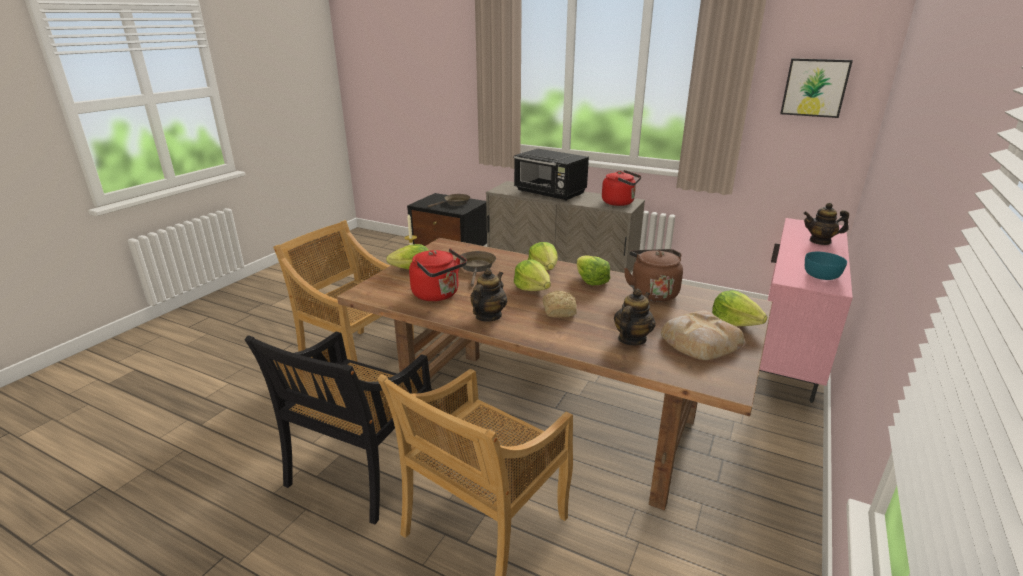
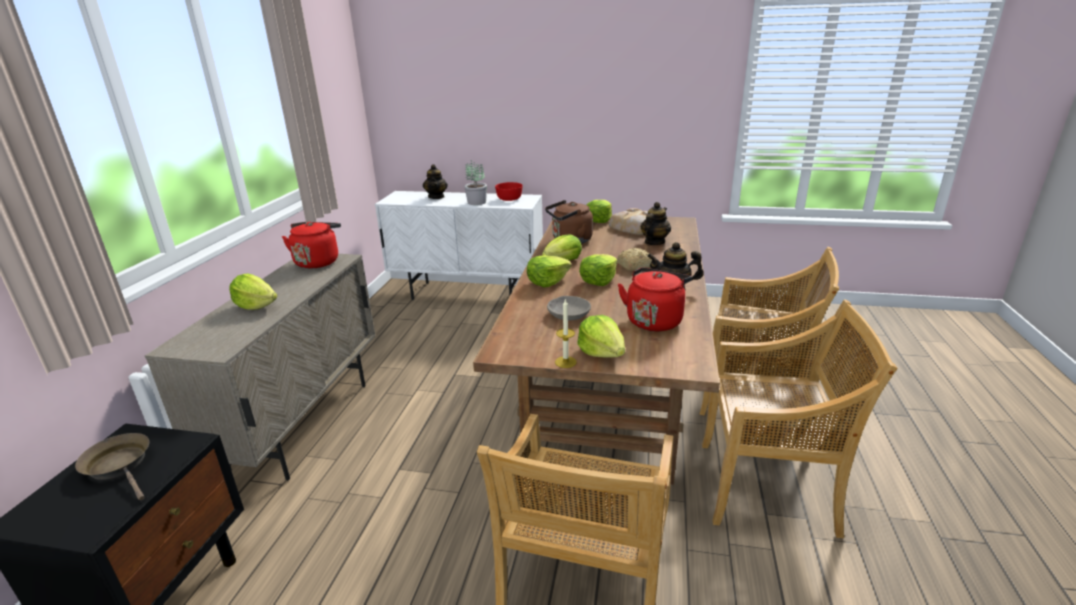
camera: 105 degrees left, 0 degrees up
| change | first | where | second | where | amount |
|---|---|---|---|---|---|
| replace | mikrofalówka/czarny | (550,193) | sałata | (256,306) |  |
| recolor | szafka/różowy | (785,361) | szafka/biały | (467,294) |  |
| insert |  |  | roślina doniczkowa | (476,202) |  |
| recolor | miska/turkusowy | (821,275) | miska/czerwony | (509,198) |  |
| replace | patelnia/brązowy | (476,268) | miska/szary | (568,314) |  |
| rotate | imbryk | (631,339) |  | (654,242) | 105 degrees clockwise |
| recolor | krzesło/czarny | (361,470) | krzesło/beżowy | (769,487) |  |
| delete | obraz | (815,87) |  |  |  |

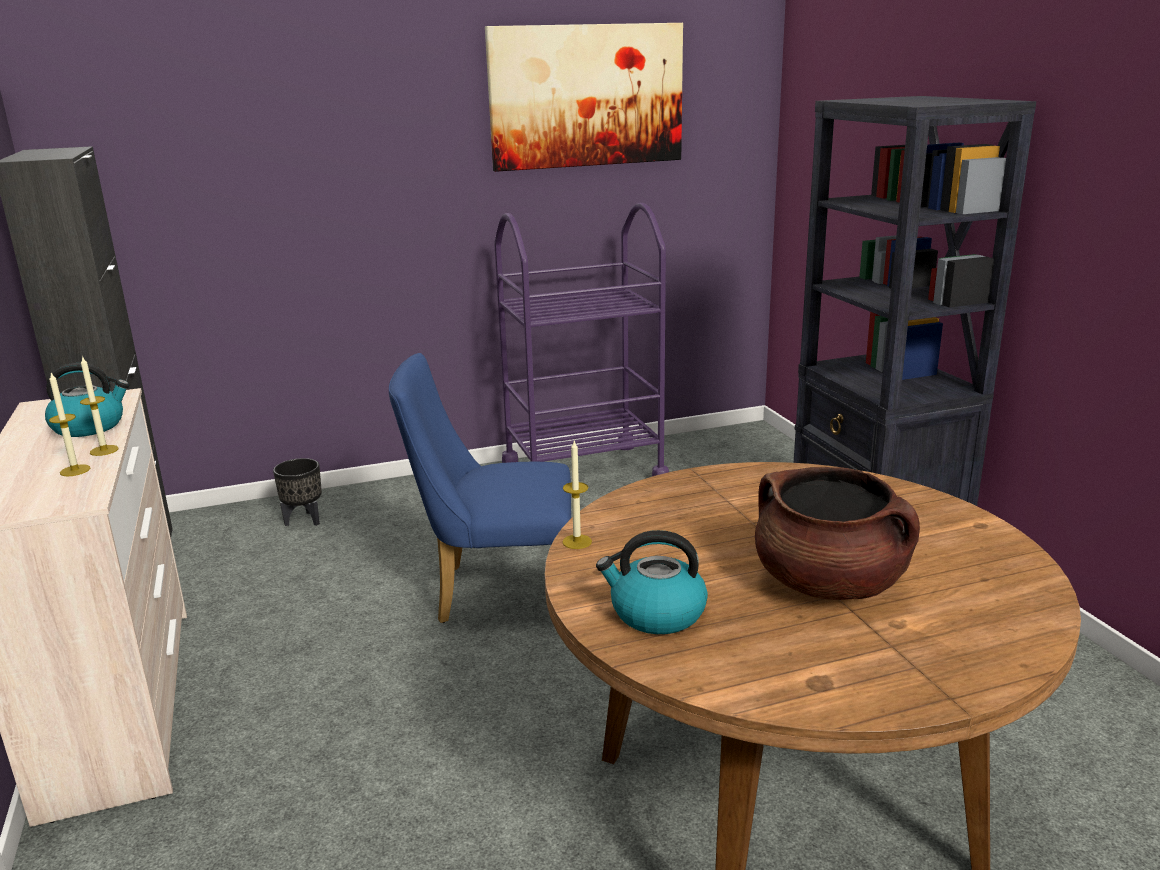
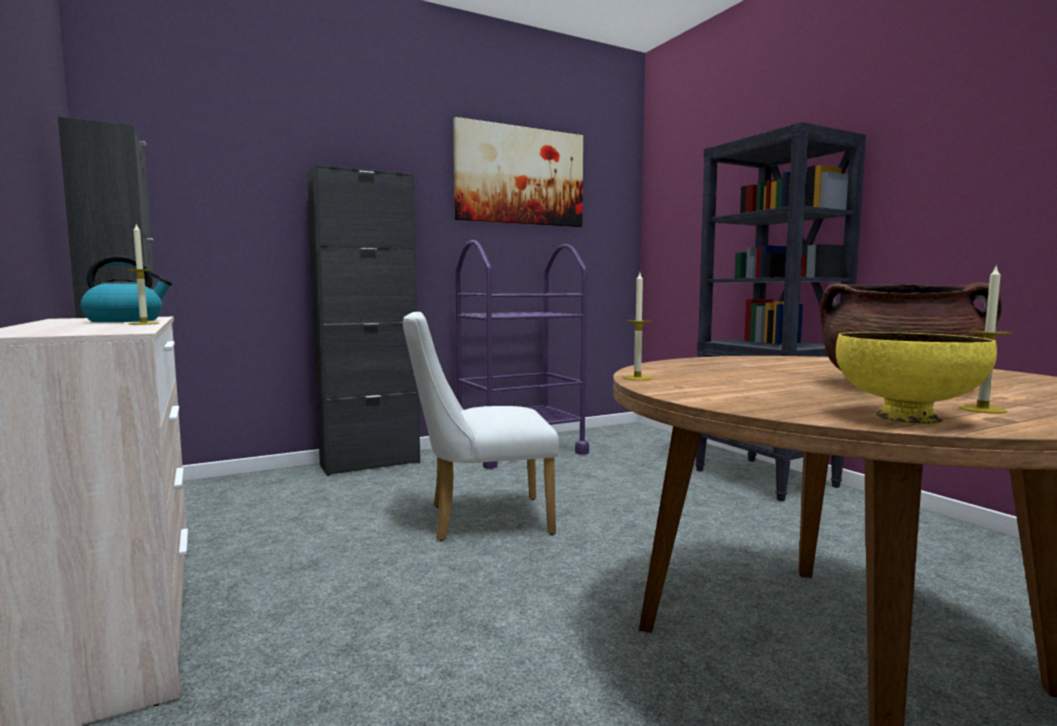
camera: 10 degrees left, 15 degrees down
| change | first | where | second | where | amount |
|---|---|---|---|---|---|
| insert |  |  | szafka/czarny | (370,464) |  |
| recolor | krzesło/niebieski | (494,593) | krzesło/biały | (479,519) |  |
| insert |  |  | miska/żółty | (904,418) |  |
| move | świeca | (75,470) |  | (982,409) |  |
| delete | donica/czarny | (304,520) |  |  |  |
| delete | czajnik | (656,613) |  |  |  |

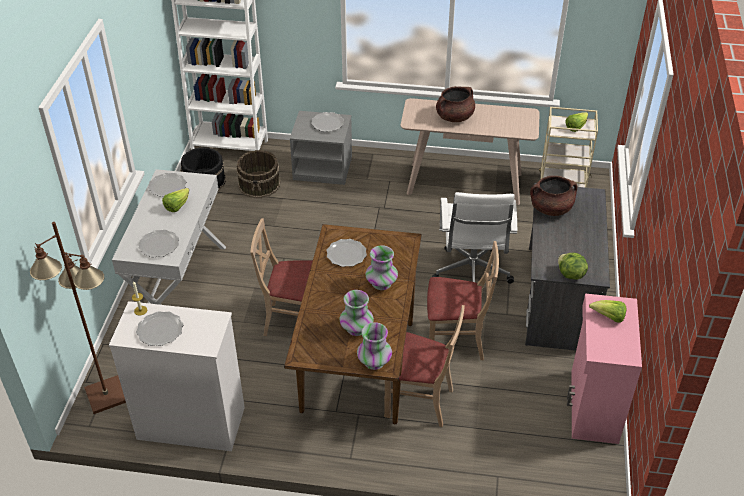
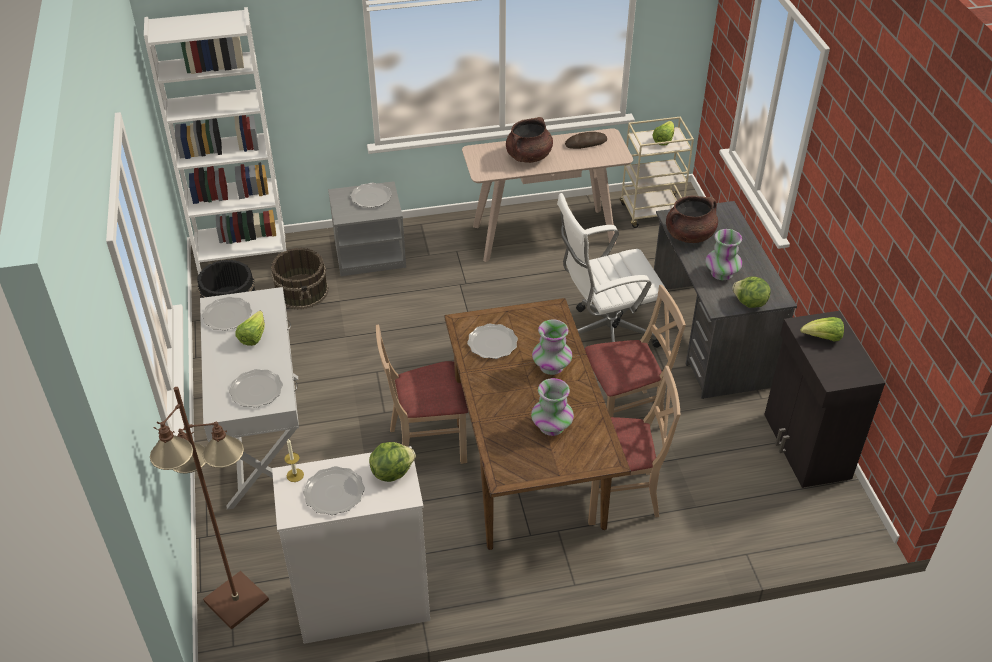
camera: 20 degrees left, 0 degrees up
| change | first | where | second | where | amount |
|---|---|---|---|---|---|
| insert |  |  | sałata | (391,472) |  |
| rotate | krzesło biurowe/biały | (471,276) |  | (604,337) | 90 degrees clockwise |
| insert |  |  | chleb | (586,143) |  |
| move | wazon | (374,361) |  | (721,273) |  |
| recolor | szafka/różowy | (592,407) | szafka/czarny | (805,446) |  |

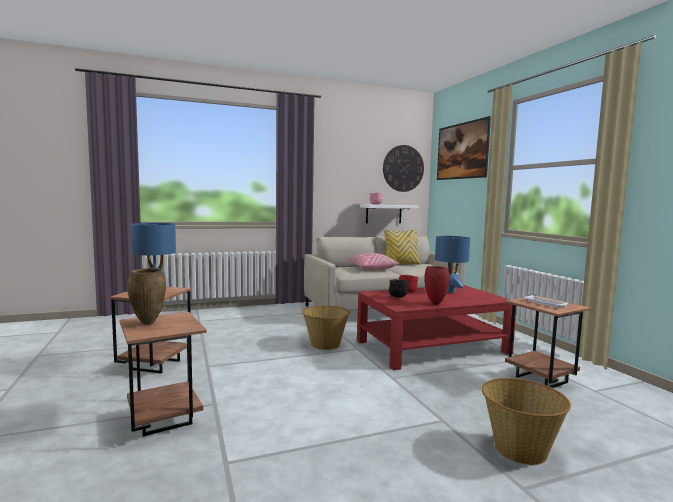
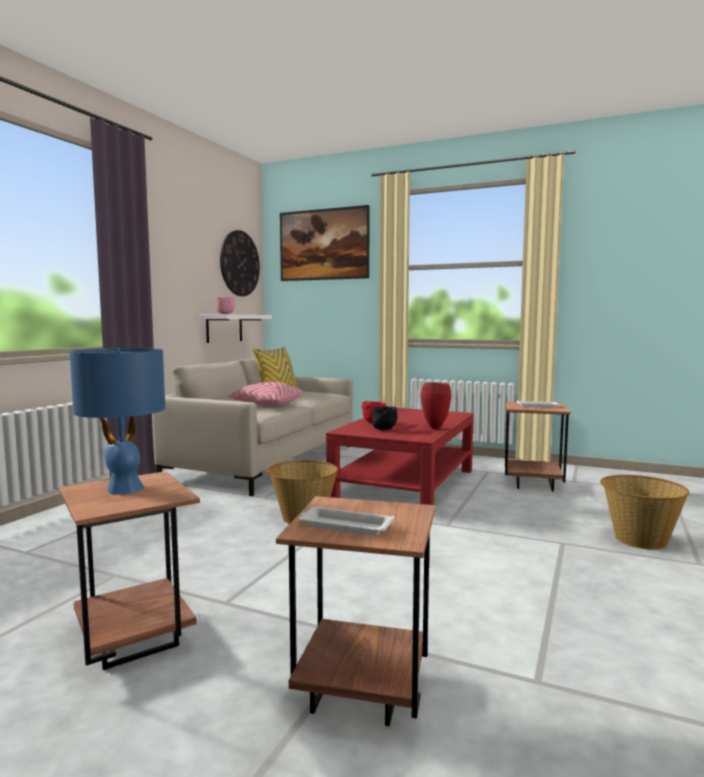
camera: 45 degrees left, 0 degrees up
| change | first | where | second | where | amount |
|---|---|---|---|---|---|
| replace | wazon/brązowy | (147,324) | taca/biały | (344,526) |  |
| delete | lampa stołowa/niebieski | (449,291) |  |  |  |

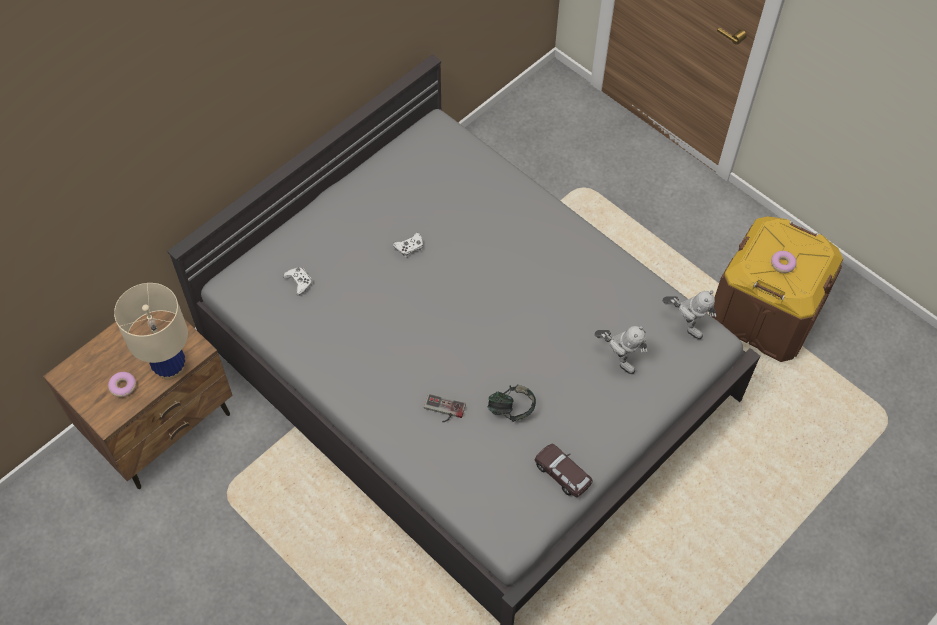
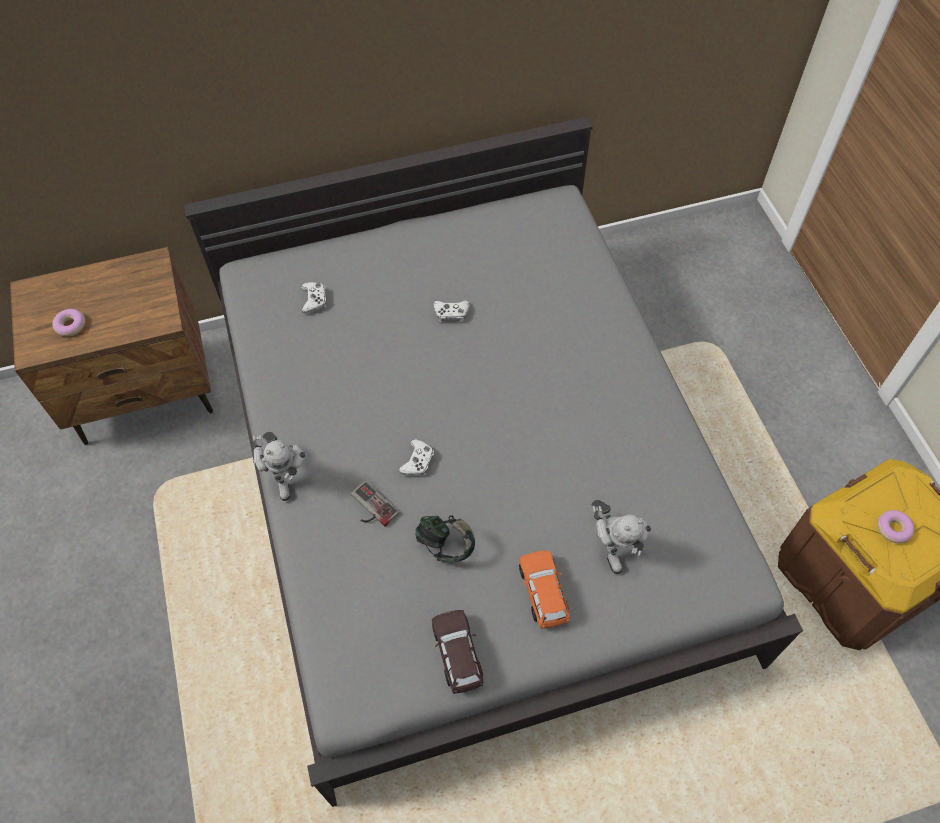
camera: 30 degrees right, 0 degrees up
| change | first | where | second | where | amount |
|---|---|---|---|---|---|
| move | robot zabawkowy | (686,324) |  | (285,476) |  |
| insert |  |  | pad do gier/biały | (418,461) |  |
| insert |  |  | samochodzik/pomarańczowy | (543,593) |  |
| delete | lampa stołowa/beżowy | (170,367) |  |  |  |

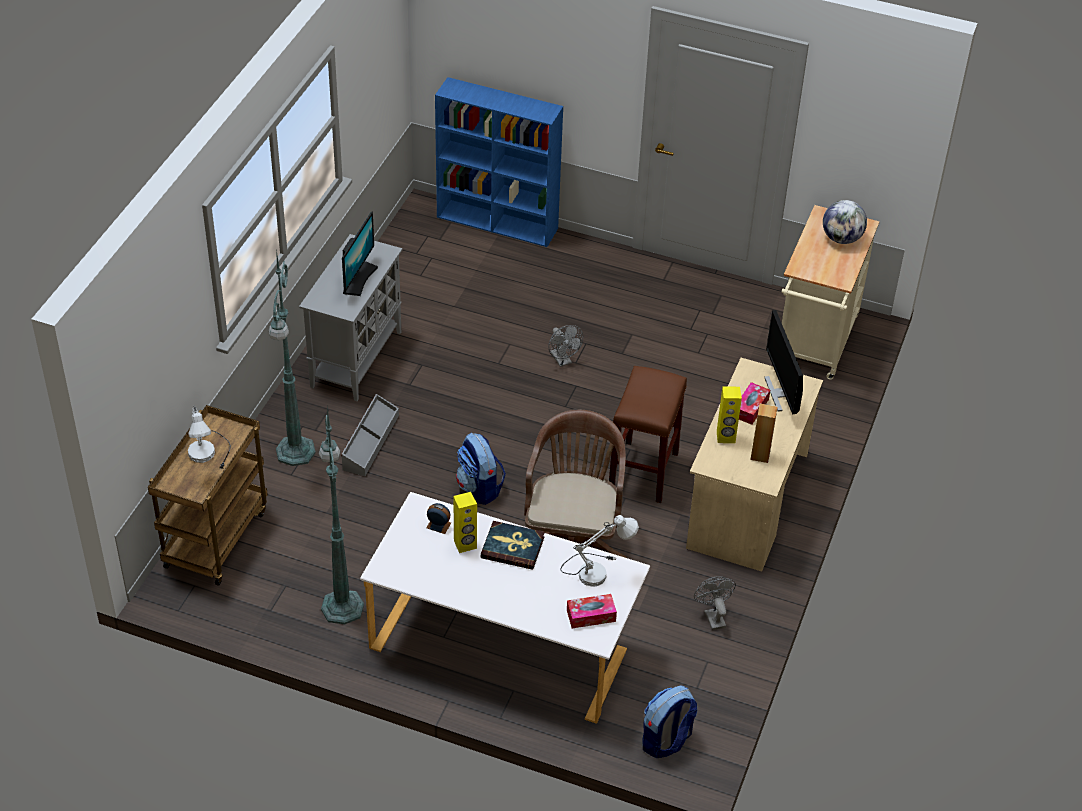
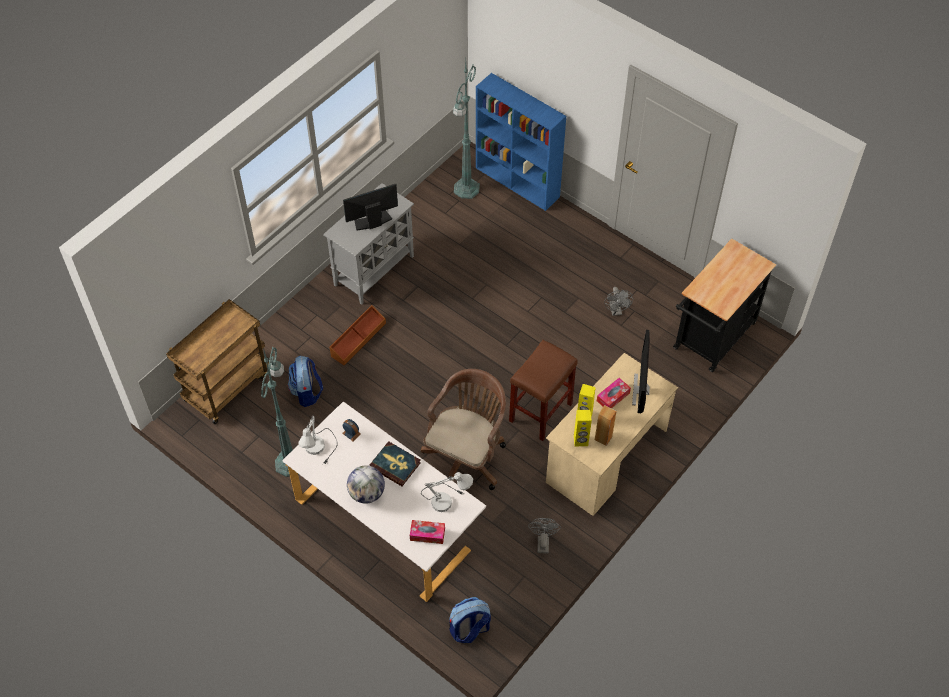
camera: 20 degrees right, 10 degrees up
| change | first | where | second | where | amount |
|---|---|---|---|---|---|
| move | plecak | (480,488) |  | (307,392) |  |
| move | lampa stołowa/biały | (210,456) |  | (320,450) |  |
| recolor | pojemnik do przechowywania/szary | (370,442) | pojemnik do przechowywania/brązowy | (358,339) |  |
| rotate | monitor | (358,279) |  | (372,221) | 150 degrees counterclockwise |
| move | globus | (841,238) |  | (367,493) |  |
| move | lampa stojąca/zielony | (295,453) |  | (465,190) |  |
| move | głośnik/żółty | (465,544) |  | (580,441) |  |
| move | wentylator/szary | (563,361) |  | (616,311) |  |
| recolor | wózek/beżowy | (814,345) | wózek/czarny | (711,340) |  |

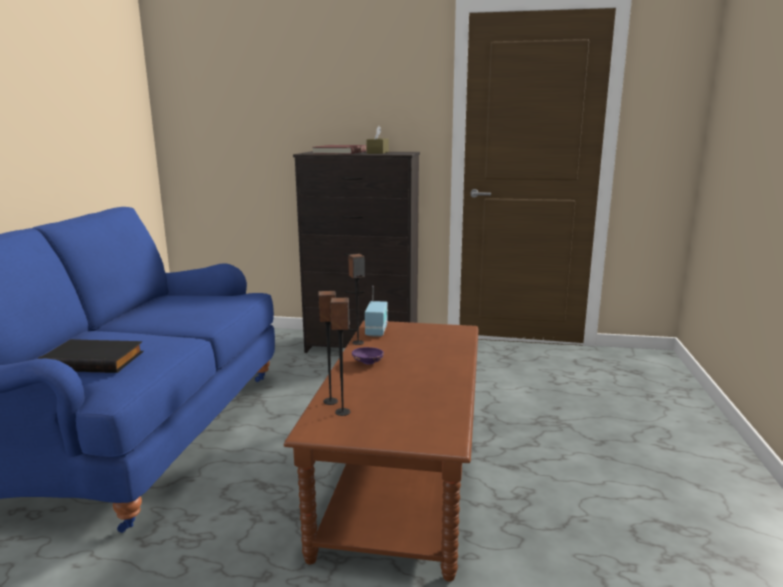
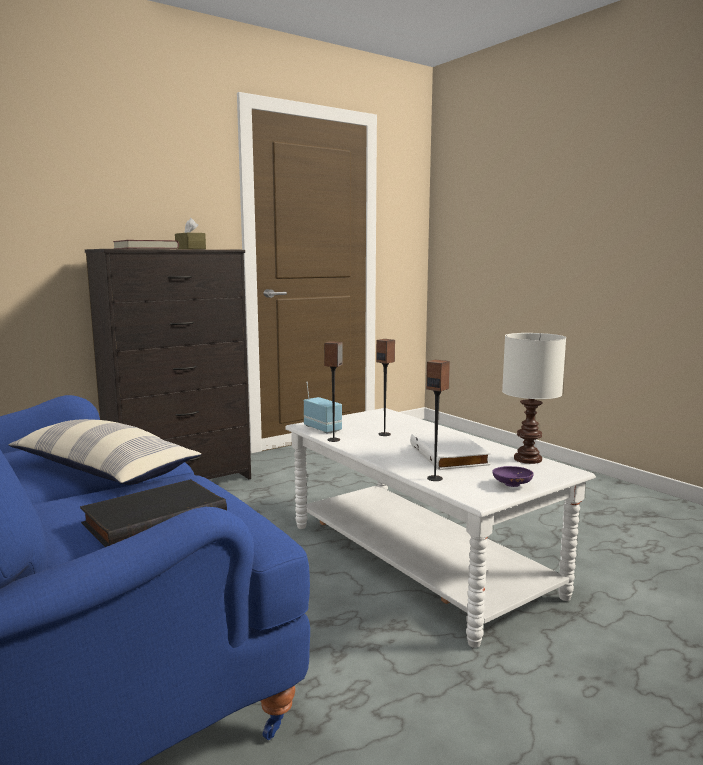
camera: 45 degrees left, 5 degrees down
| change | first | where | second | where | amount |
|---|---|---|---|---|---|
| insert |  |  | poduszka | (103,471) |  |
| recolor | ława/brązowy | (402,476) | ława/biały | (417,559) |  |
| move | głośnik | (343,412) |  | (384,434) |  |
| insert |  |  | książka/biały | (450,455) |  |
| move | miska/fioletowy | (367,362) |  | (512,485) |  |
| insert |  |  | lampa stołowa/biały | (528,459) |  |

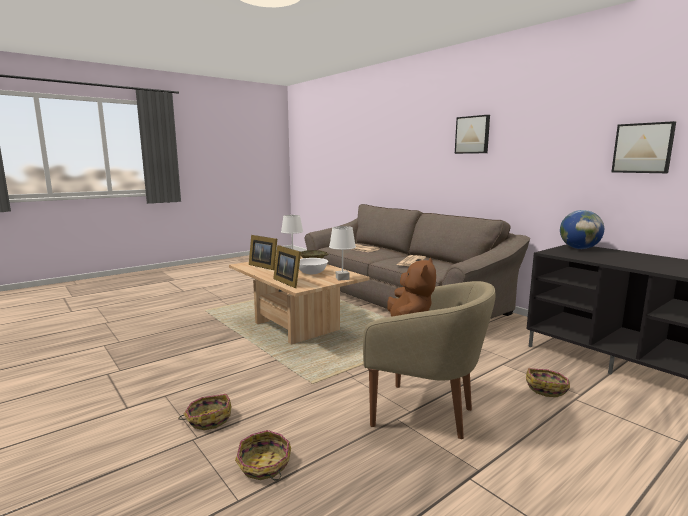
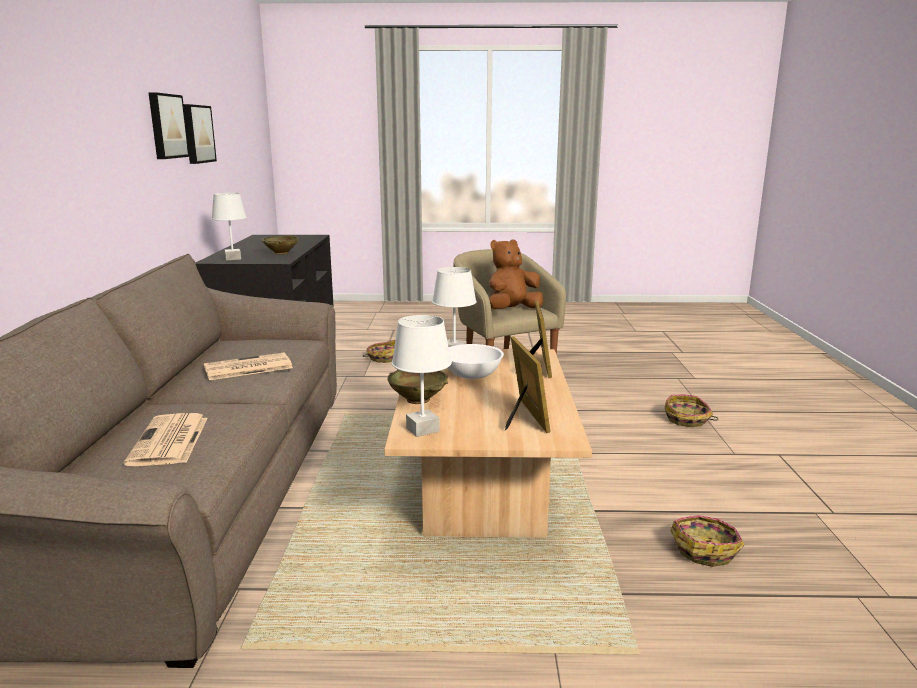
camera: 140 degrees left, 5 degrees up
| change | first | where | second | where | amount |
|---|---|---|---|---|---|
| move | obraz | (473,135) |  | (166,126) |  |
| replace | globus | (579,248) | lampa stołowa/biały | (233,259) |  |
| insert |  |  | miska/beżowy | (281,253) |  |
| move | koszyk | (264,465) |  | (705,549) |  |

